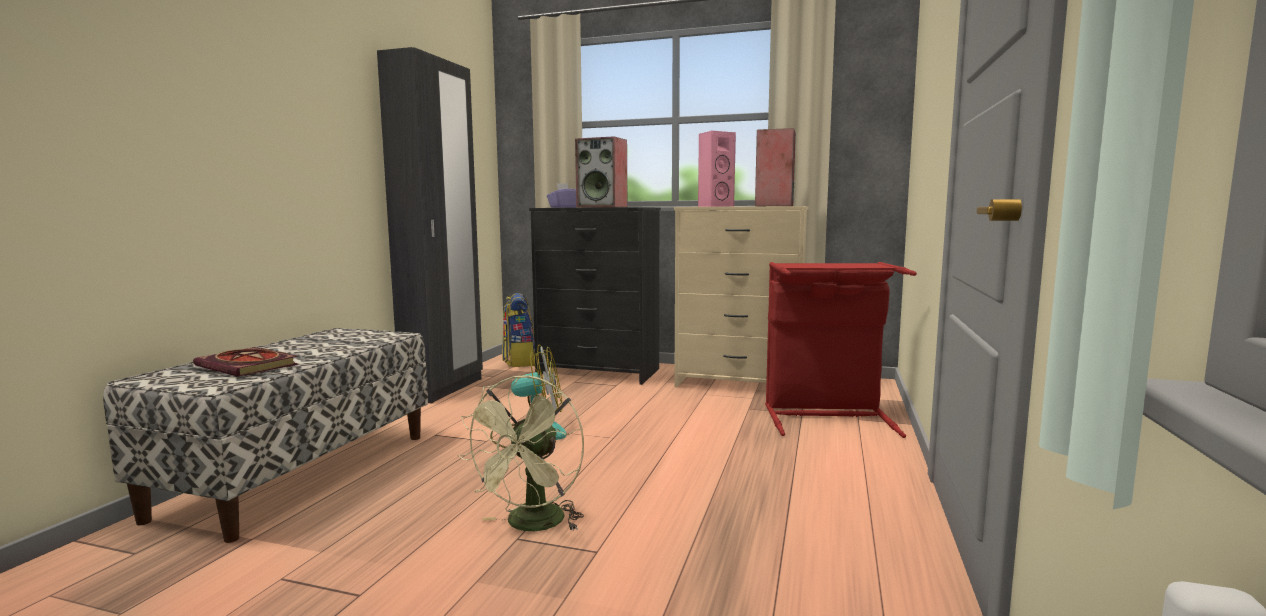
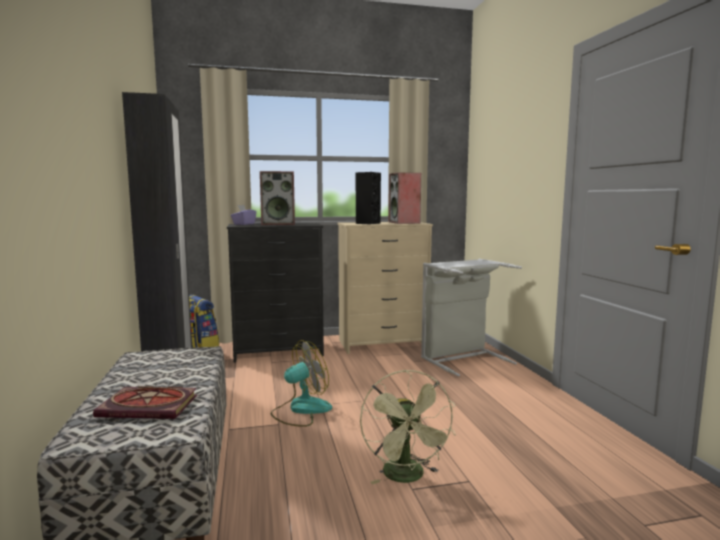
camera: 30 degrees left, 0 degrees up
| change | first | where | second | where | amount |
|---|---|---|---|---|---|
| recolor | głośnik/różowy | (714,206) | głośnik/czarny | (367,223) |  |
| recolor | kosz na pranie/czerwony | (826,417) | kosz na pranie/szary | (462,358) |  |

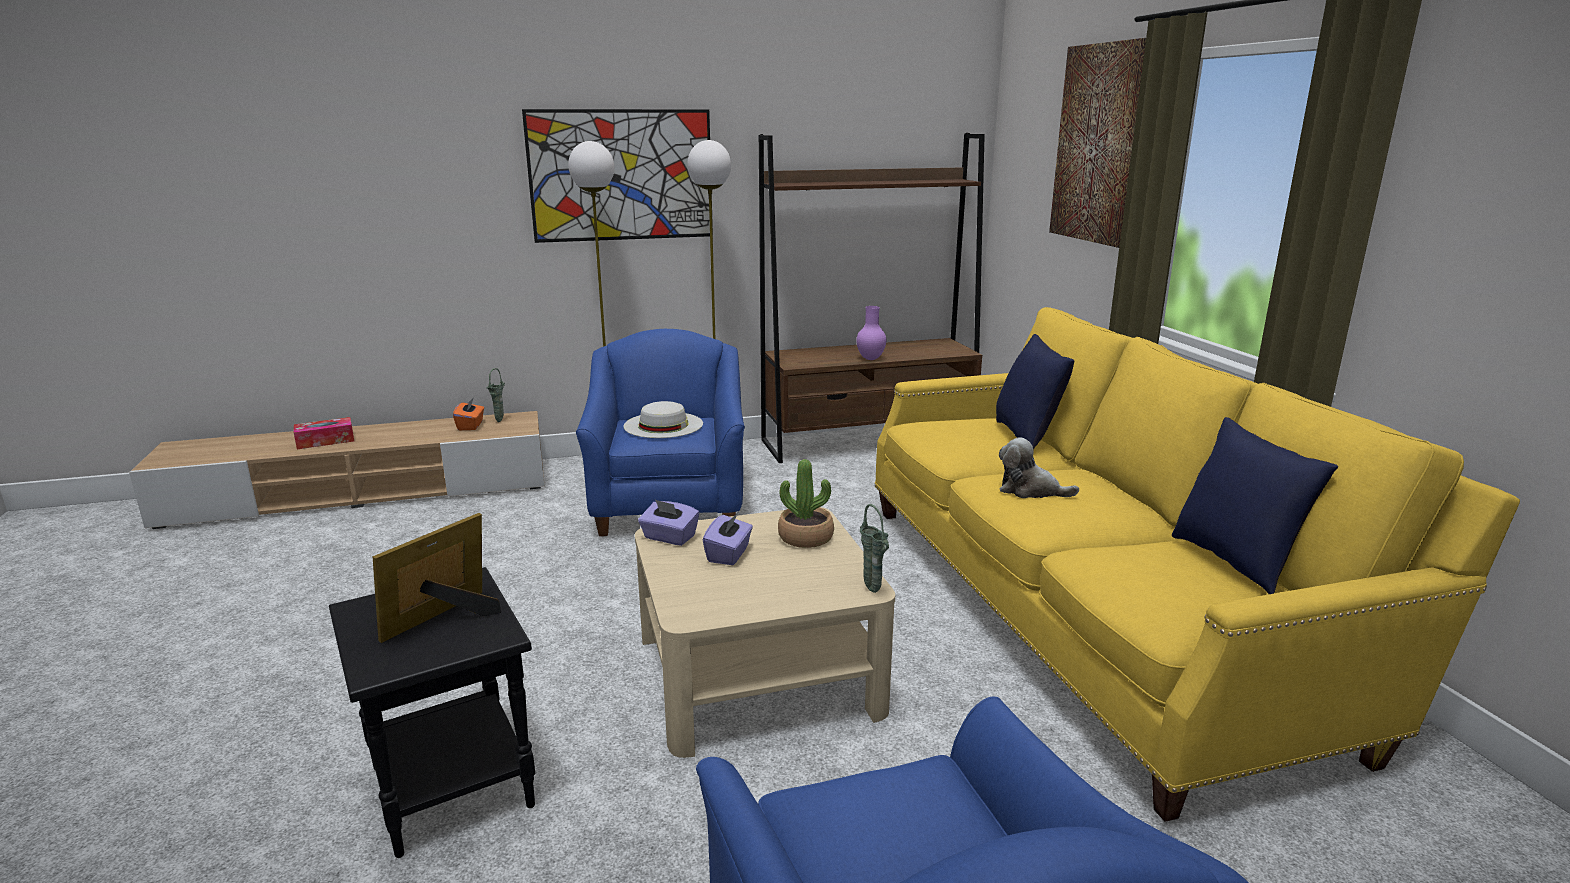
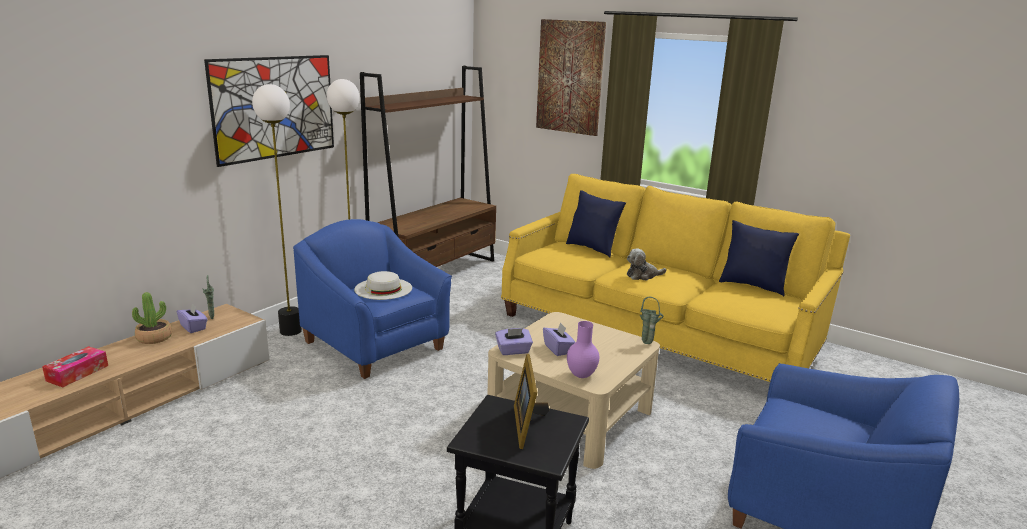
camera: 40 degrees left, 0 degrees up
| change | first | where | second | where | amount |
|---|---|---|---|---|---|
| move | roślina doniczkowa | (805,537) |  | (154,338) |  |
| recolor | pudełko chusteczek/pomarańczowy | (471,426) | pudełko chusteczek/fioletowy | (193,327) |  |
| move | wazon/fioletowy | (870,359) |  | (581,376) |  |

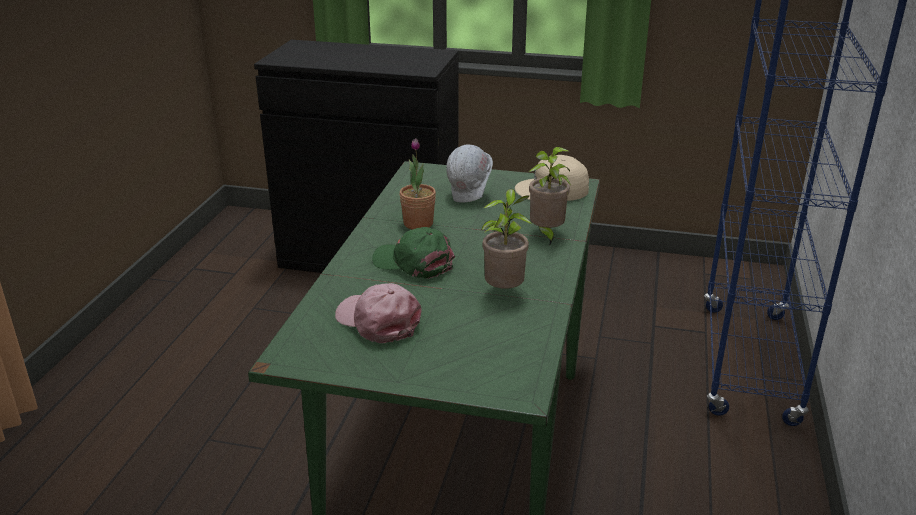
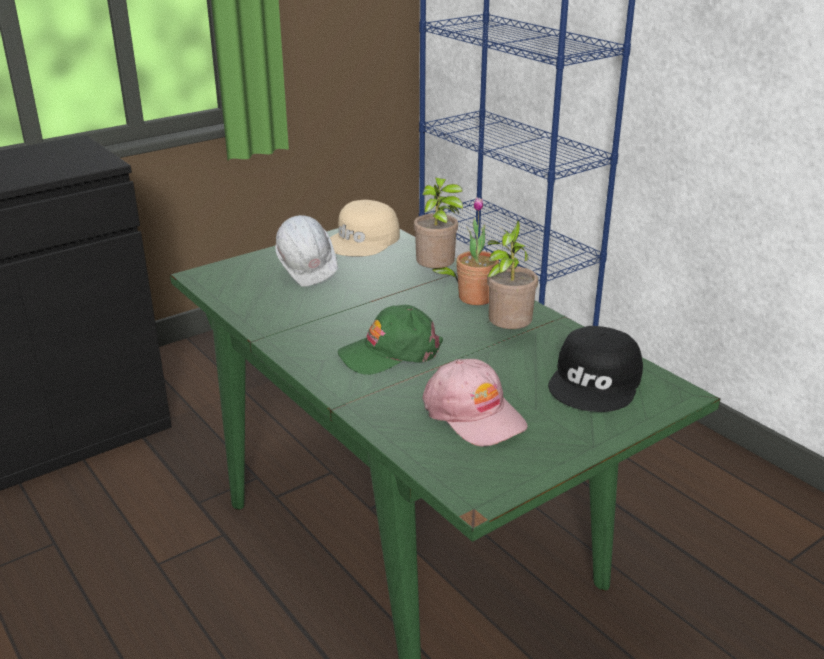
camera: 50 degrees left, 0 degrees up
| change | first | where | second | where | amount |
|---|---|---|---|---|---|
| rotate | czapka z daszkiem/różowy | (378,321) |  | (474,414) | 120 degrees counterclockwise |
| move | roślina doniczkowa | (418,223) |  | (476,297) |  |
| insert |  |  | czapka z daszkiem/czarny | (596,382) |  |

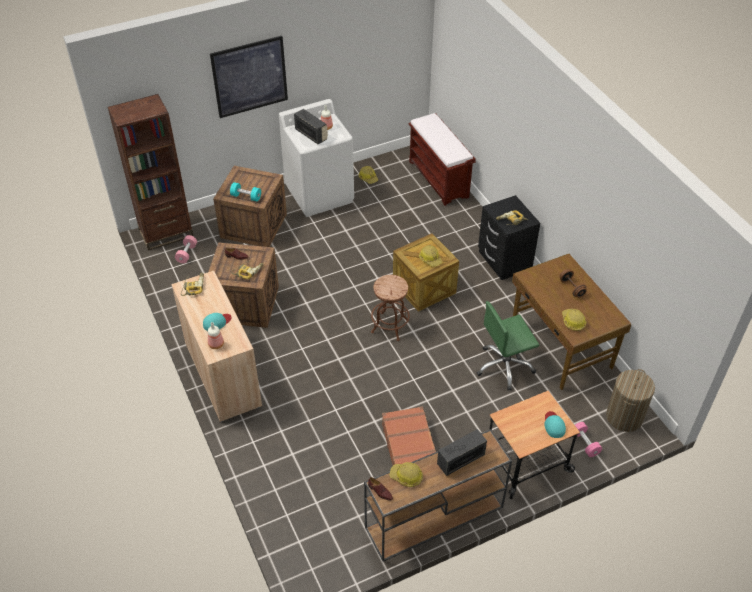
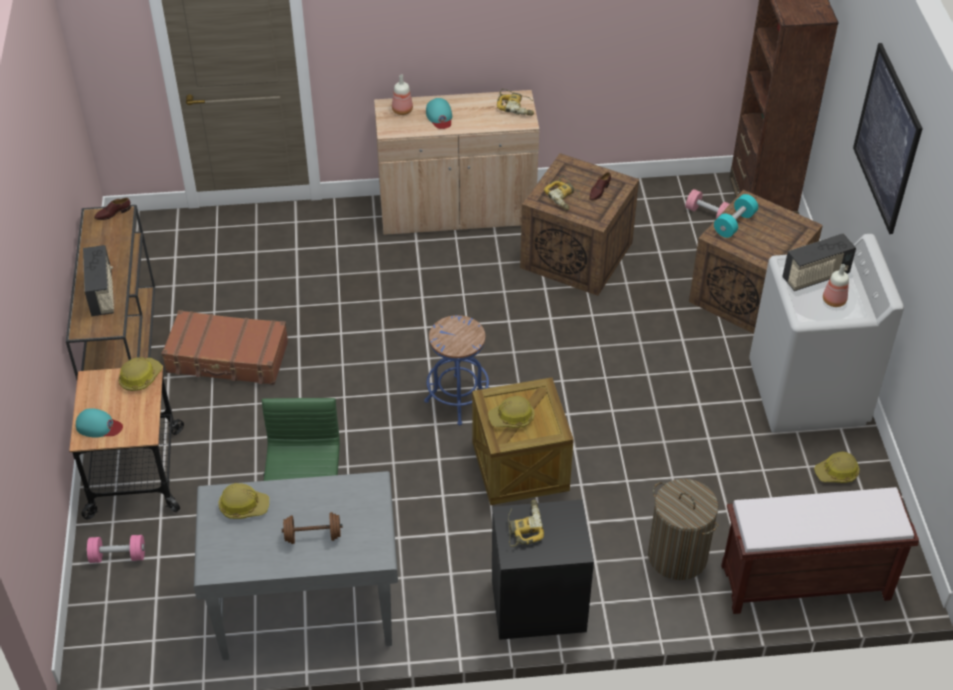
camera: 110 degrees right, 0 degrees up
| change | first | where | second | where | amount |
|---|---|---|---|---|---|
| move | kask | (406,476) |  | (140,378) |  |
| recolor | biurko/brązowy | (560,347) | biurko/szary | (305,604) |  |
| recolor | stołek/brązowy | (390,326) | stołek/niebieski | (458,399) |  |
| move | kosz na pranie | (624,417) |  | (677,555) |  |

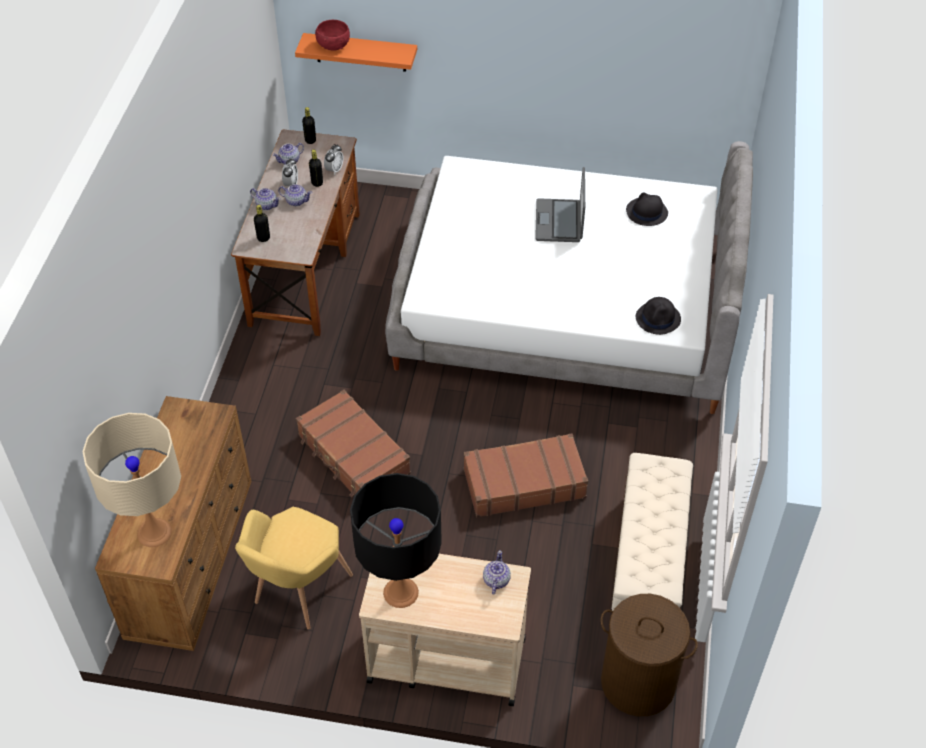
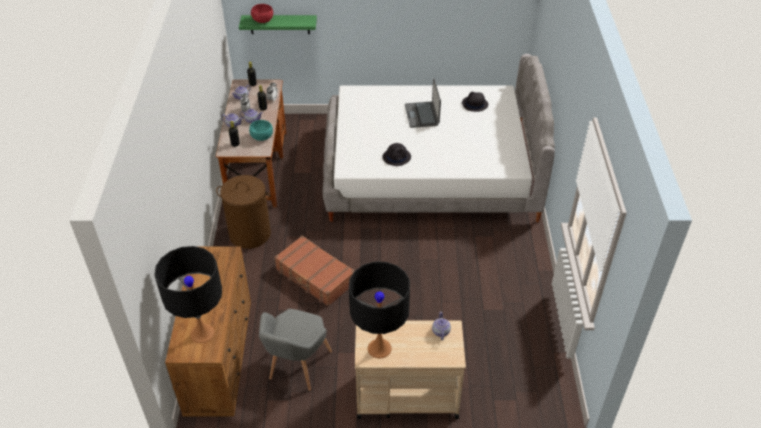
camera: 10 degrees left, 5 degrees down
| change | first | where | second | where | amount |
|---|---|---|---|---|---|
| recolor | lampa stołowa/beżowy | (154,532) | lampa stołowa/czarny | (202,333) |  |
| move | kosz na pranie/brązowy | (637,683) |  | (249,234) |  |
| recolor | półka/pomarańczowy | (360,52) | półka/zielony | (279,24) |  |
| insert |  |  | miska/turkusowy | (262,137) |  |
| recolor | fotel/żółty | (297,593) | fotel/szary | (296,368) |  |
| move | kapelusz/czarny | (658,318) |  | (397,157) |  |
| delete | walizka/brązowy | (523,483) |  |  |  |
| delete | ławka/beżowy | (647,565) |  |  |  |

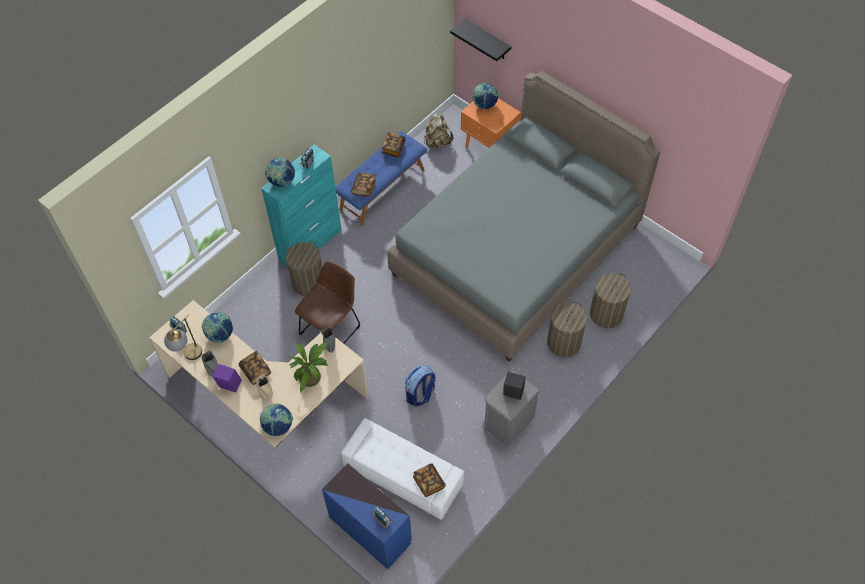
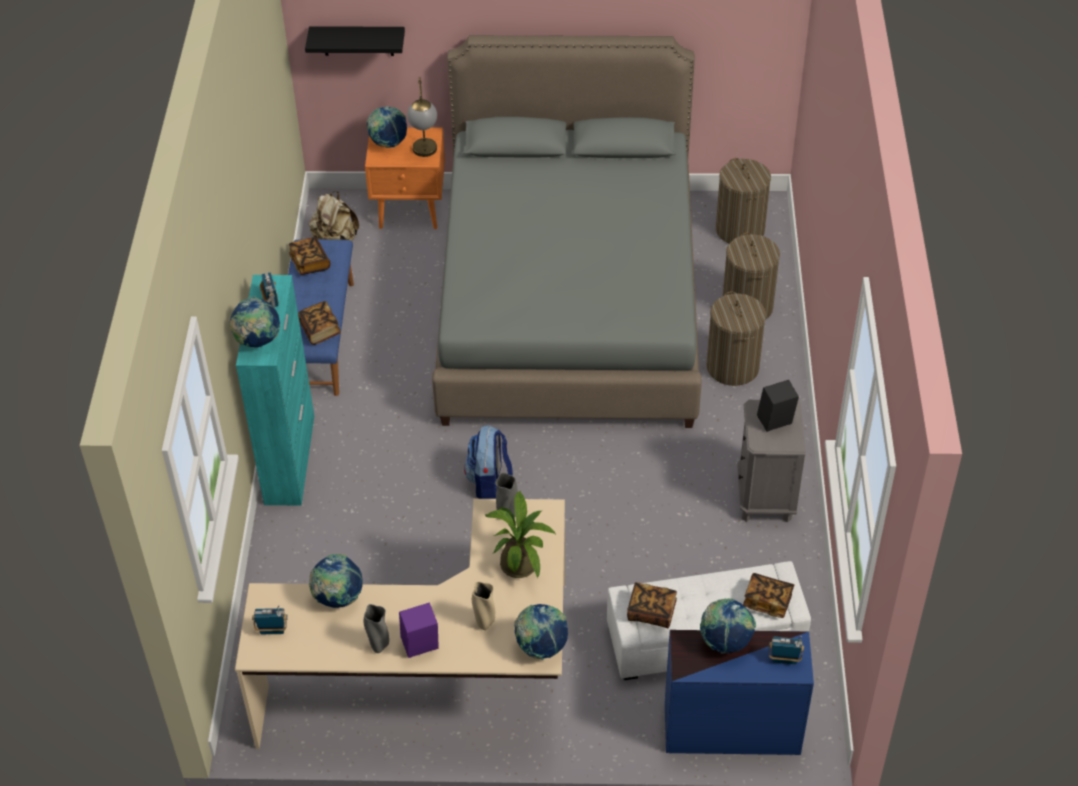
camera: 40 degrees left, 10 degrees down
| change | first | where | second | where | amount |
|---|---|---|---|---|---|
| move | lampa stołowa | (188,357) |  | (425,155) |  |
| move | plecak | (420,394) |  | (489,483) |  |
| move | książka | (256,371) |  | (651,612) |  |
| insert |  |  | globus | (725,642) |  |
| move | kosz na pranie | (308,283) |  | (740,230) |  |
| delete | krzesło/brązowy | (332,328) |  |  |  |

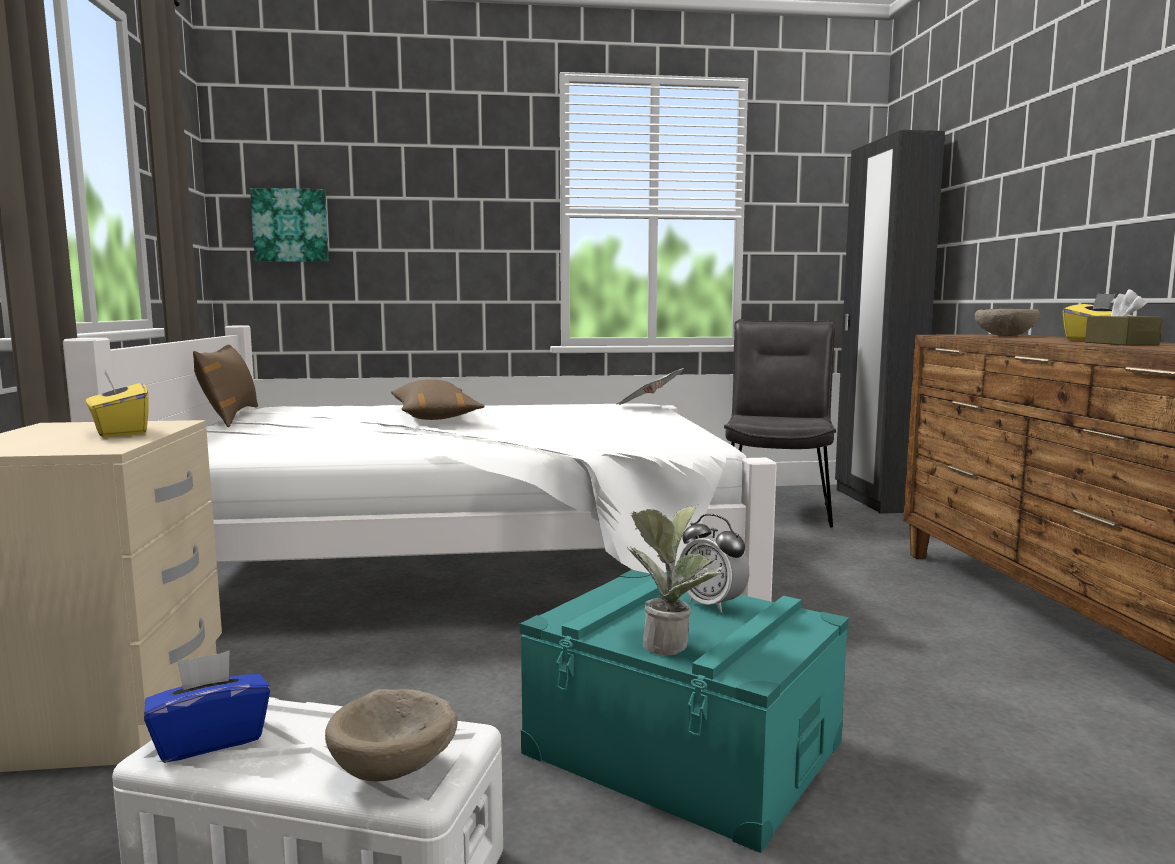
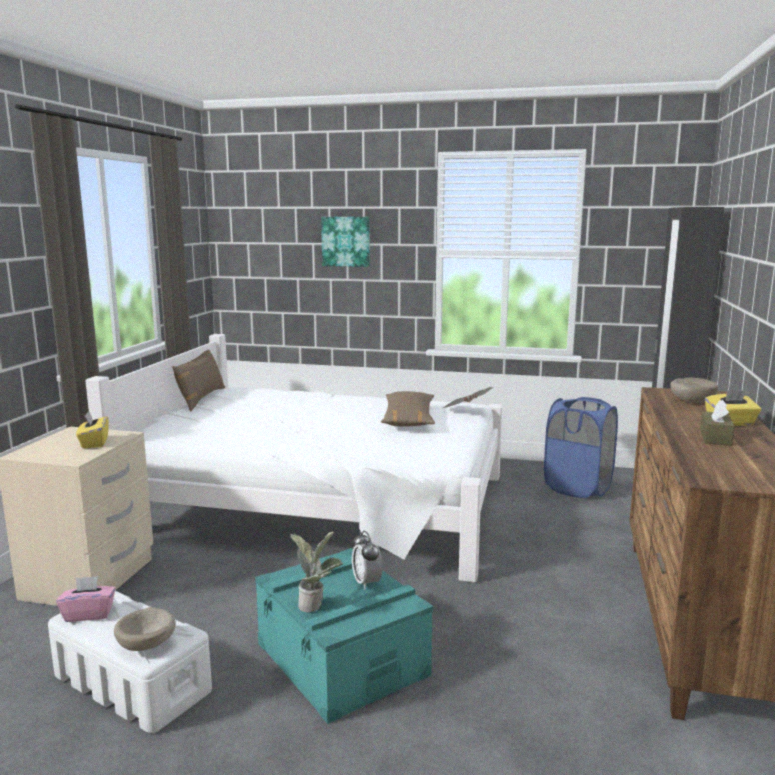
camera: 20 degrees right, 5 degrees up
| change | first | where | second | where | amount |
|---|---|---|---|---|---|
| recolor | pudełko chusteczek/niebieski | (210,739) | pudełko chusteczek/różowy | (89,614) |  |
| move | obraz | (291,225) |  | (346,241) |  |
| move | poduszka/brązowy | (434,416) |  | (408,419) |  |
| replace | krzesło/szary | (777,507) | kosz na pranie/niebieski | (578,487) |  |

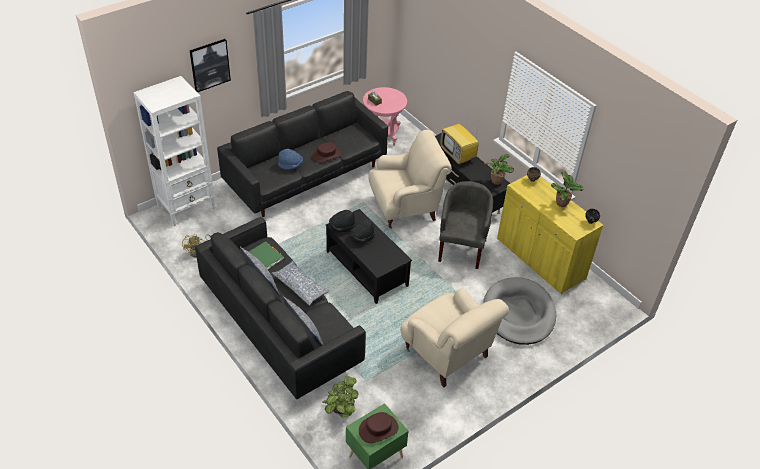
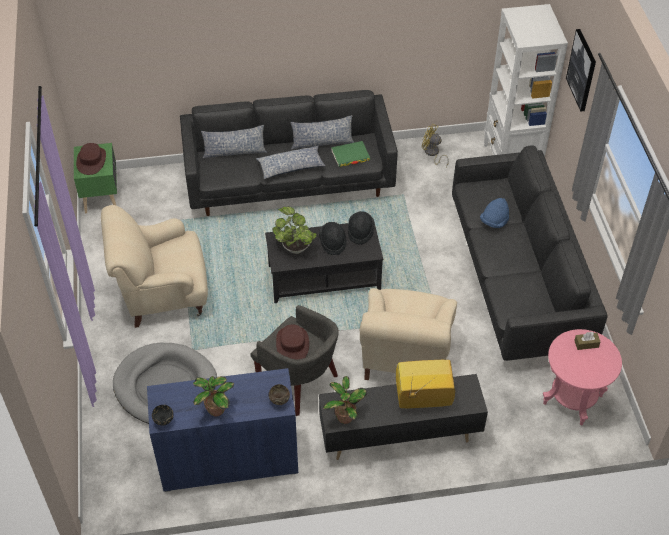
camera: 120 degrees right, 5 degrees up
| change | first | where | second | where | amount |
|---|---|---|---|---|---|
| recolor | szafka/żółty | (540,259) | szafka/niebieski | (229,460) |  |
| move | roślina doniczkowa | (341,411) |  | (295,247) |  |
| move | kapelusz/brązowy | (326,155) |  | (292,344) |  |

